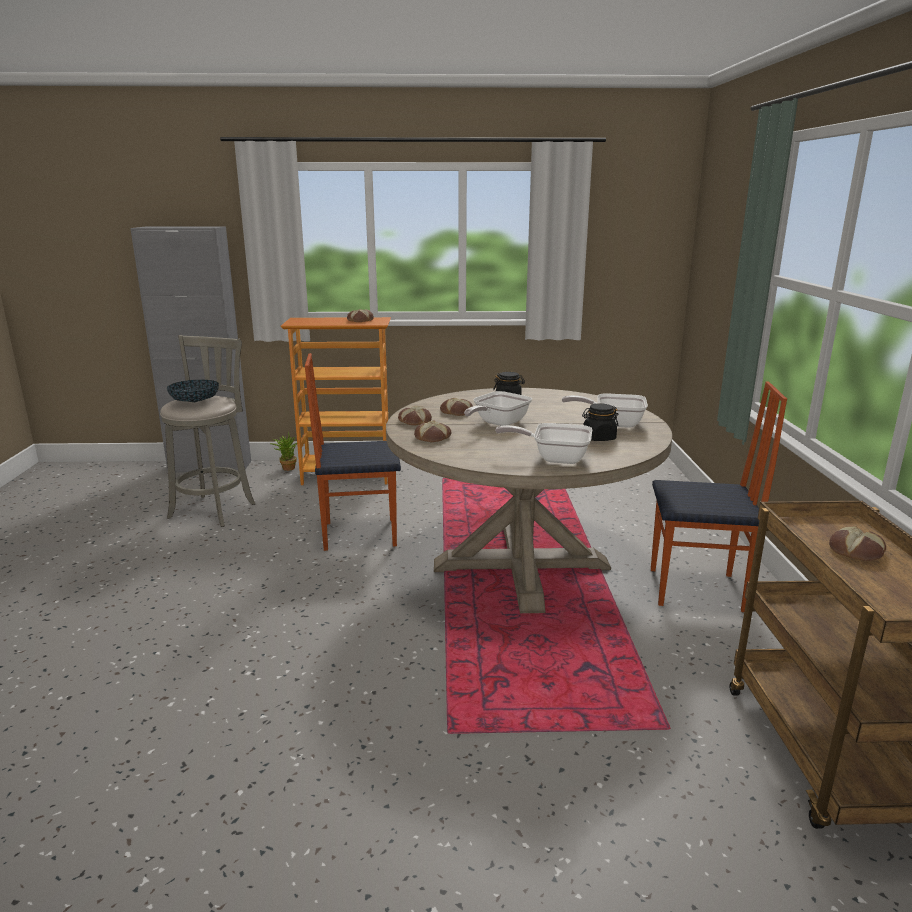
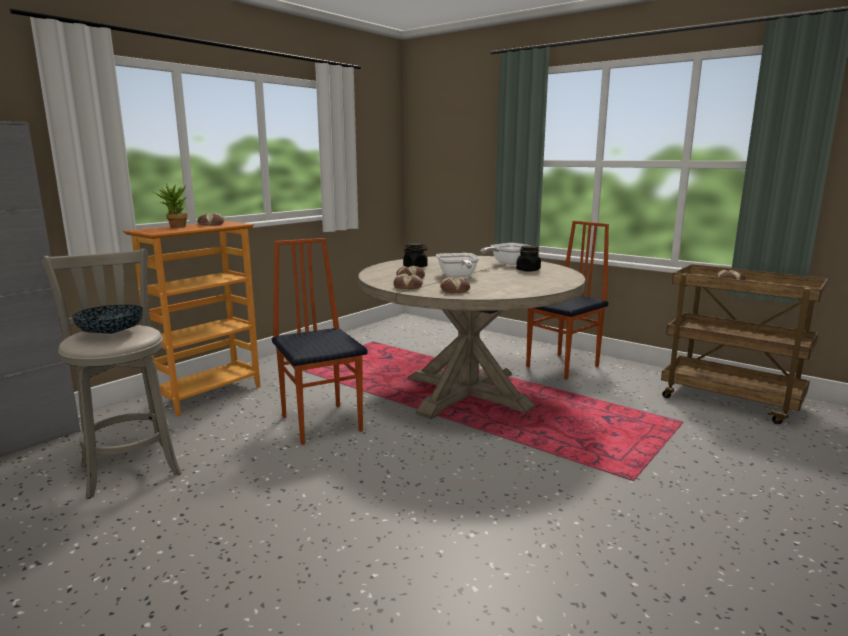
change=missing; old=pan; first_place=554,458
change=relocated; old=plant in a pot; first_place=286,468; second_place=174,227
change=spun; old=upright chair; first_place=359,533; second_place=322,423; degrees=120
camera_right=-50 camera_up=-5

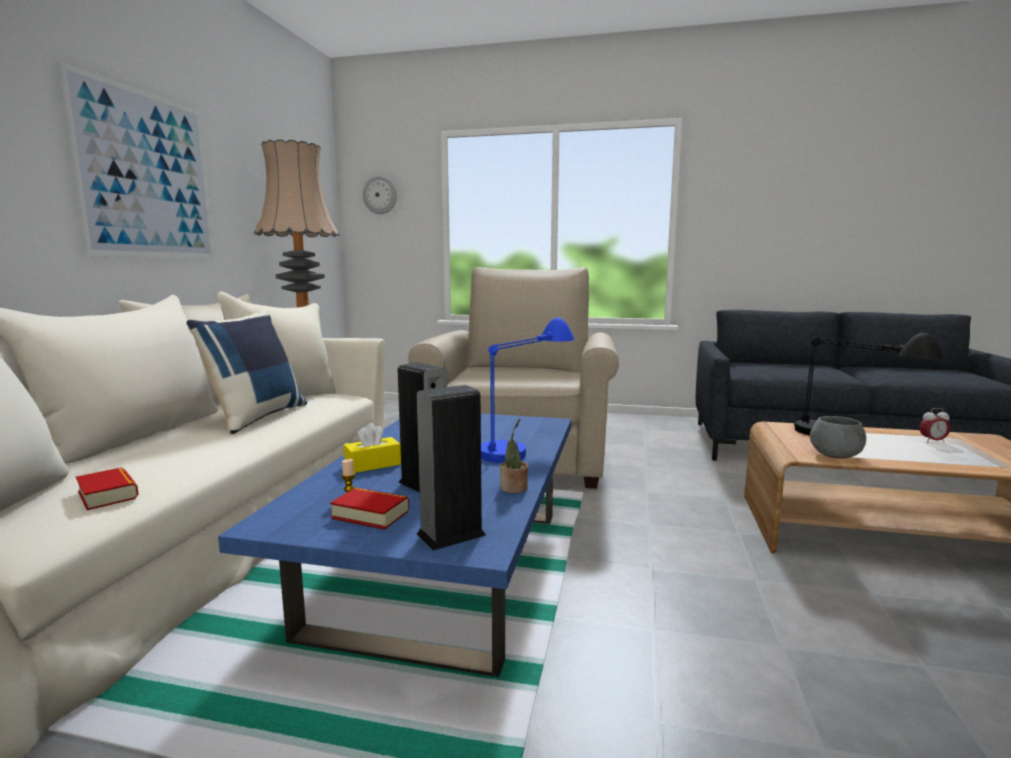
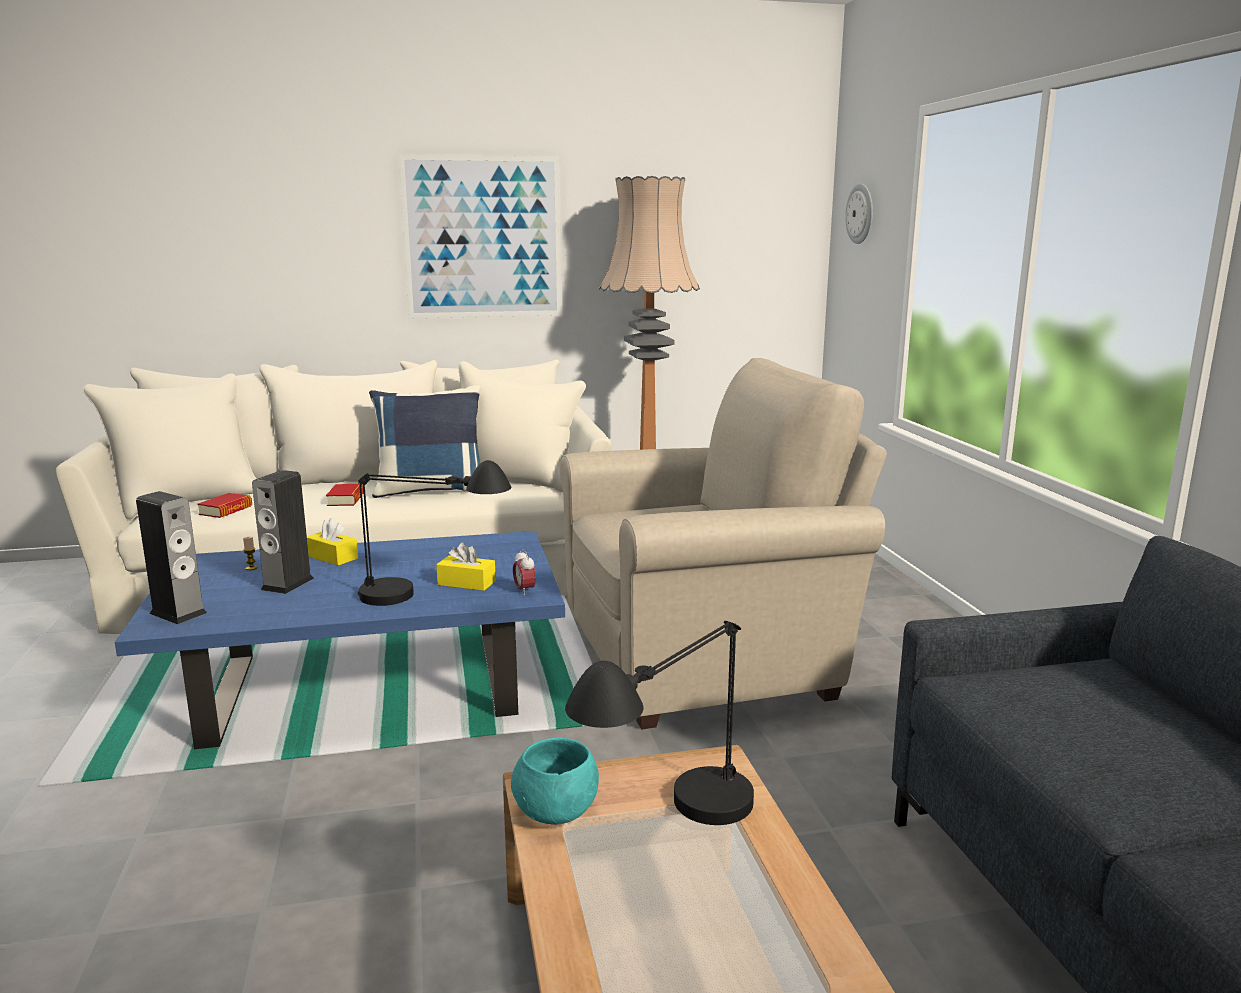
change=missing; old=plant in a pot; first_place=514,488
change=appeared; new=box of tissues in yellowish; second_place=466,583
change=relocated; old=bound book; first_place=370,514; second_place=346,499
change=relocated; old=bedside clock; first_place=932,441; second_place=524,590
change=colour; old=lamp for a table in bluish; new=lamp for a table in black; first_place=526,444; second_place=431,599
change=colour; old=deep dish in greyish; new=deep dish in turquoise-coloured; first_place=835,456; second_place=555,813
camera_right=65 camera_up=5

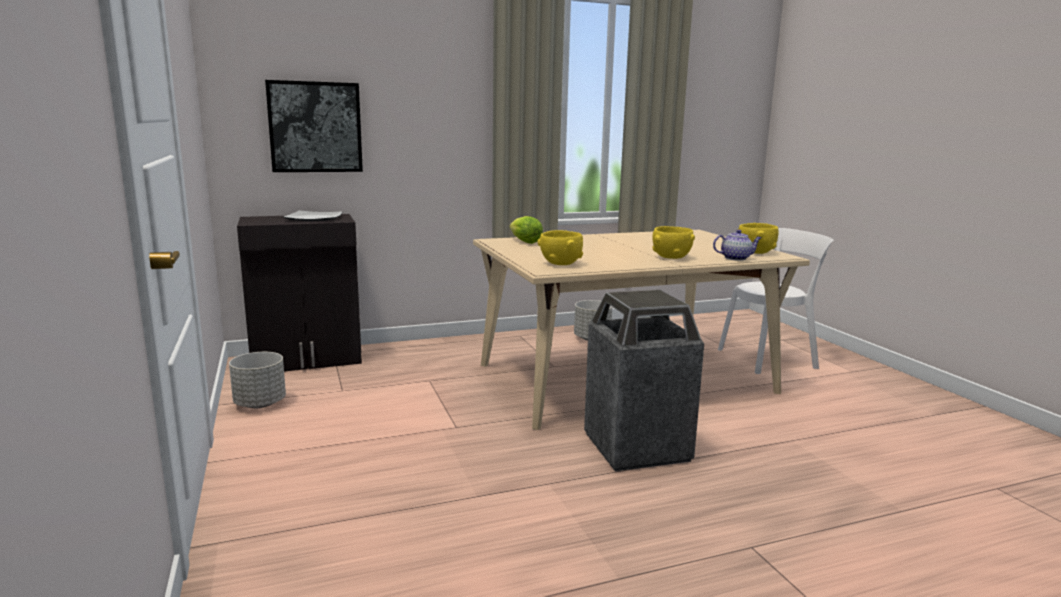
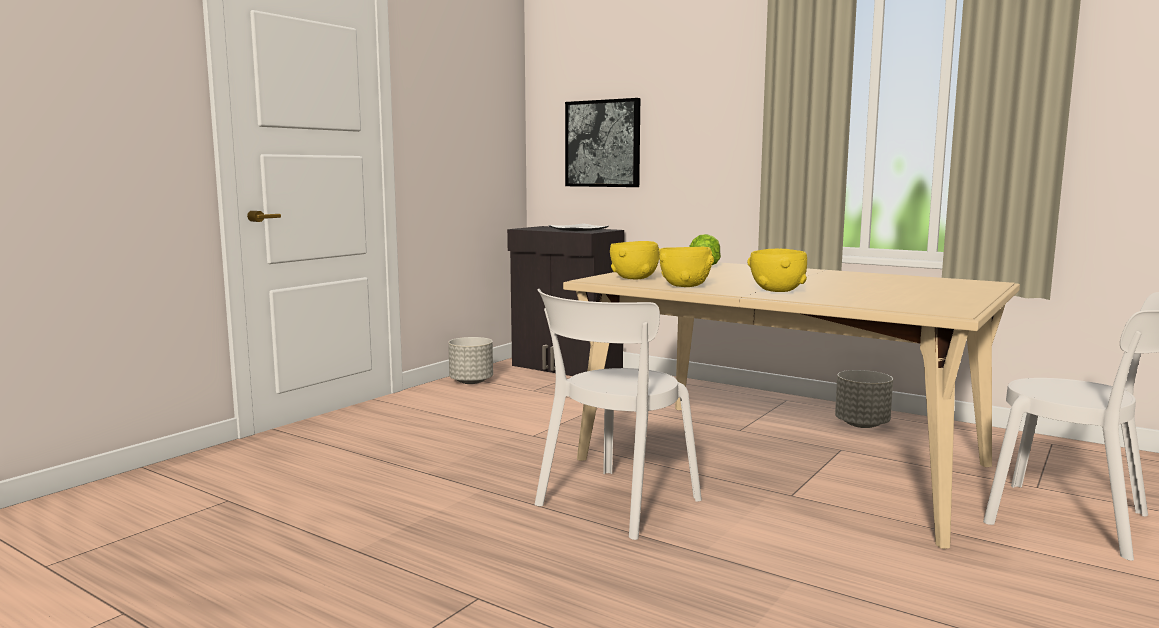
change=missing; old=tea pot; first_place=736,258
change=relocated; old=deep dish in yellowish; first_place=756,252; second_place=685,286
change=exchanged; old=waste bin; new=upright chair in whitish; first_place=636,447; second_place=614,504
camera_right=55 camera_up=-5

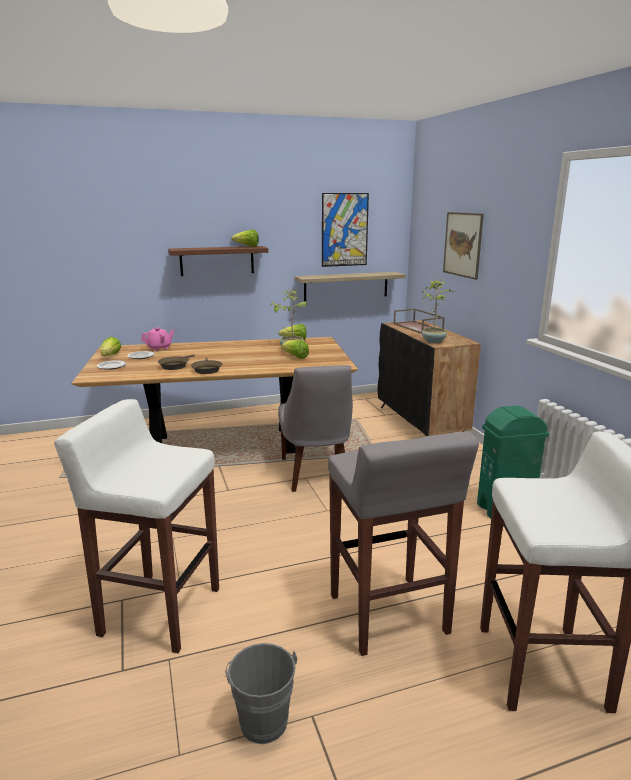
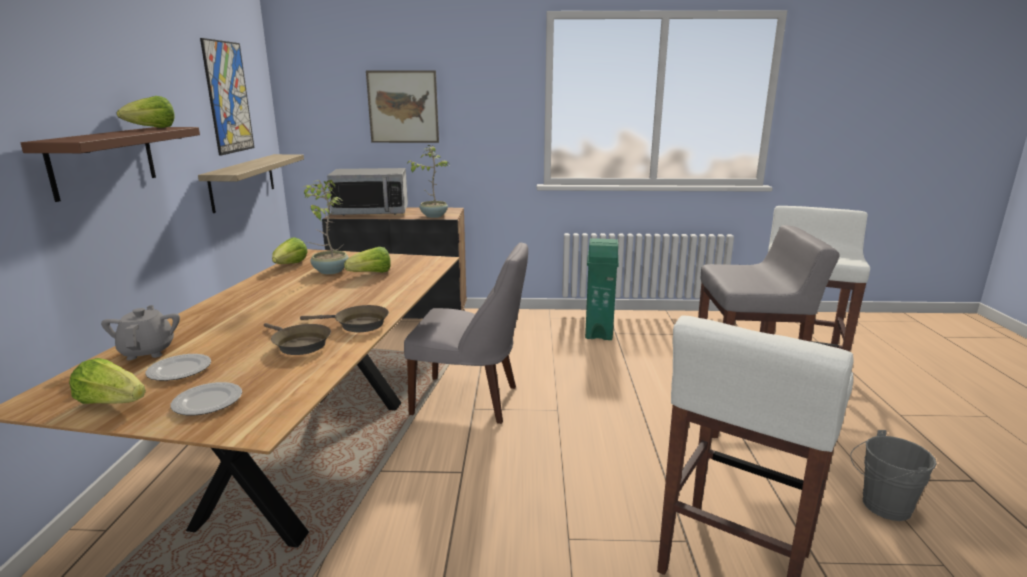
change=exchanged; old=serving tray in brownish; new=kitchen microwave; first_place=418,327; second_place=371,212
change=colour; old=tea pot in pink; new=tea pot in greyish; first_place=159,348; second_place=148,351
camera_right=-70 camera_up=0

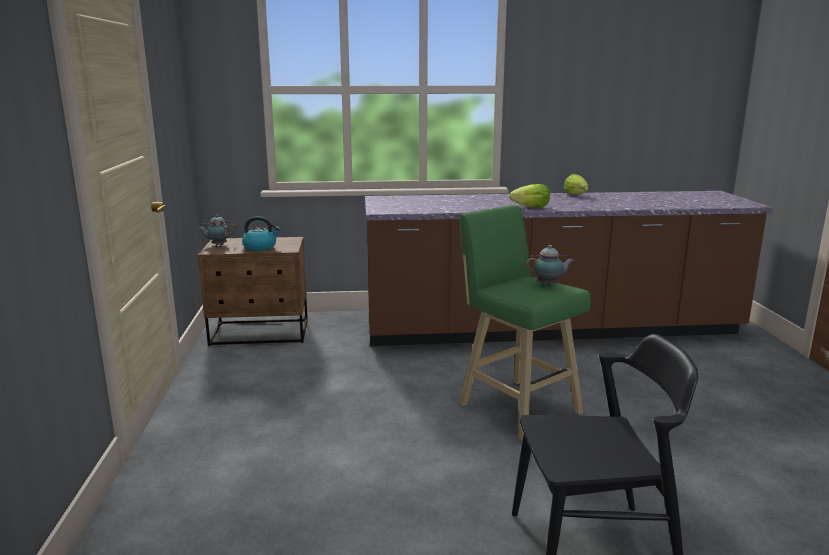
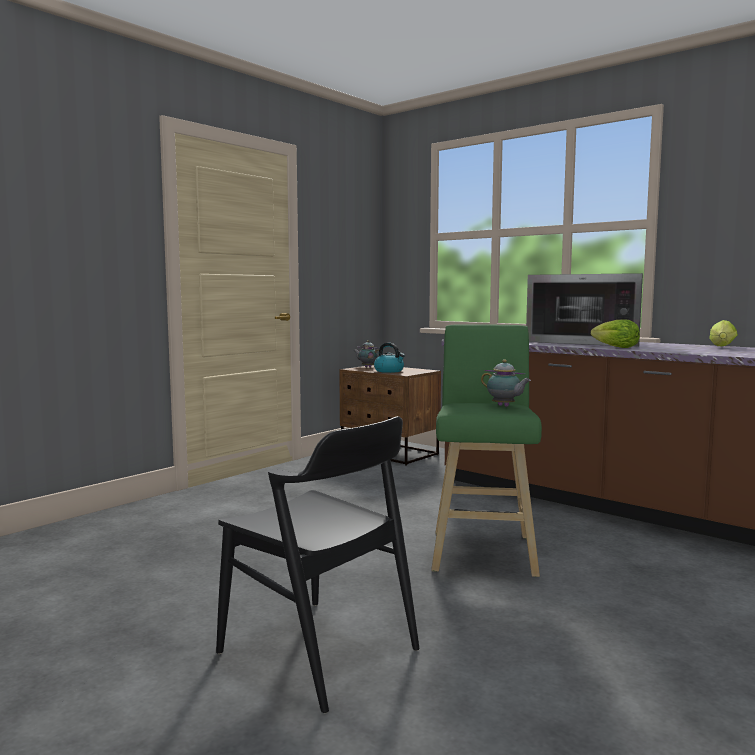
change=appeared; new=kitchen microwave; second_place=587,342
camera_right=45 camera_up=-10

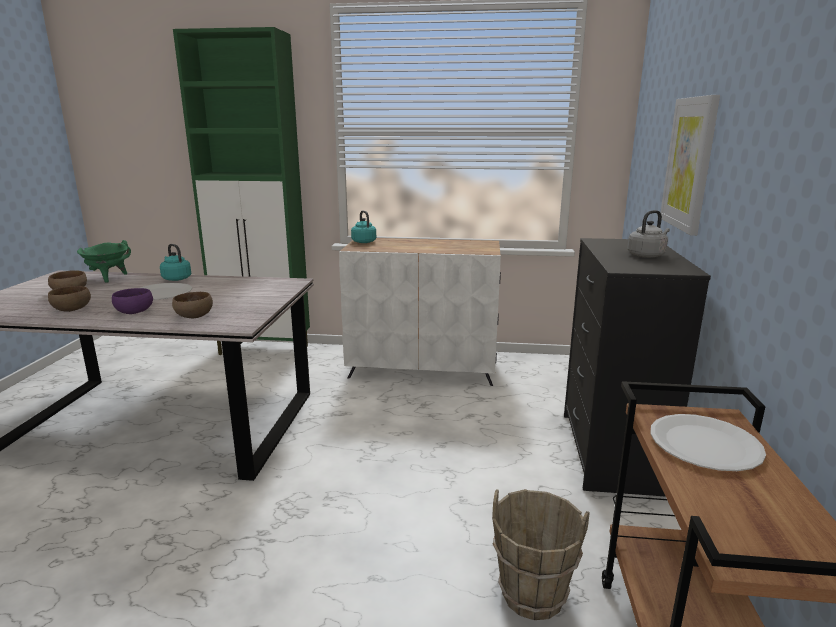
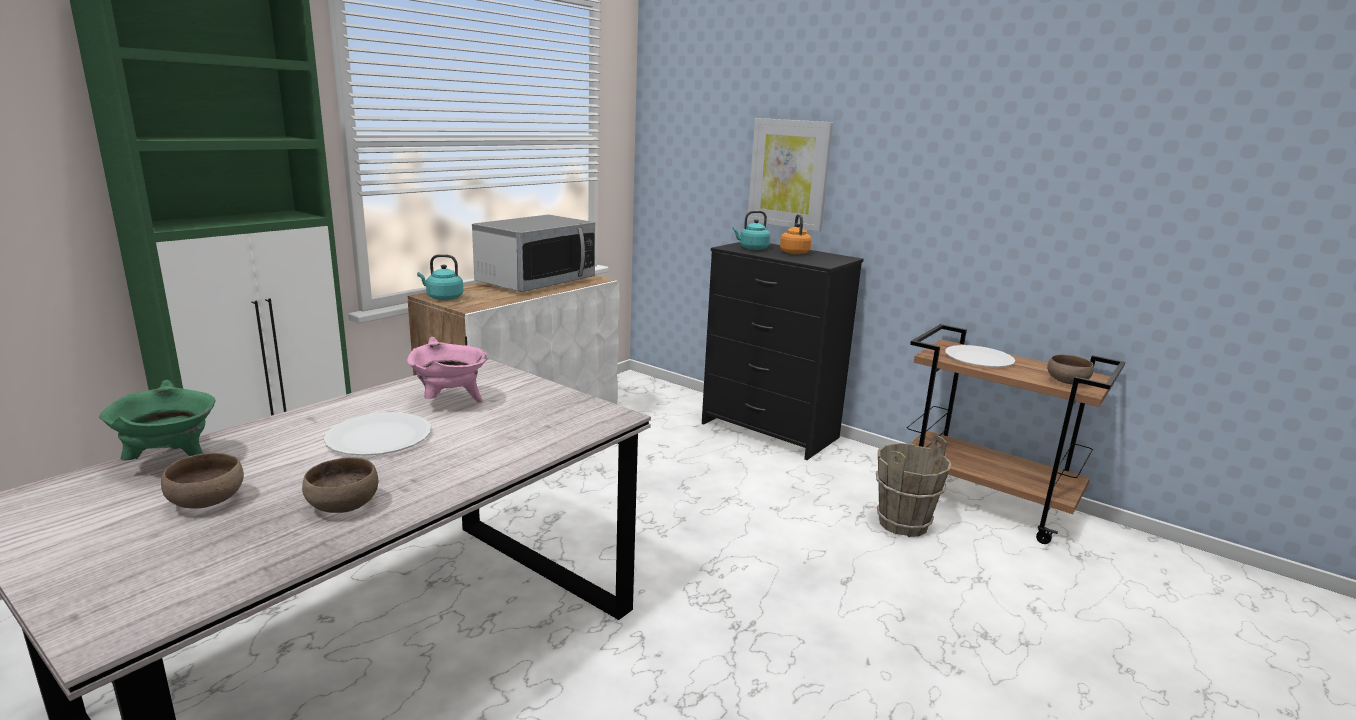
change=missing; old=deep dish in purple; first_place=134,312
change=appeared; new=cooking pot in pink; second_place=450,402
change=appeared; new=kitchen microwave; second_place=536,282
change=relocated; old=kettle in turquoise-coloured; first_place=176,278; second_place=752,248
change=relocated; old=deep dish in brownish; first_place=193,316; second_place=1067,382
change=colour; old=kettle in greyish; new=kettle in orangey; first_place=647,255; second_place=794,252
camera_right=-60 camera_up=0

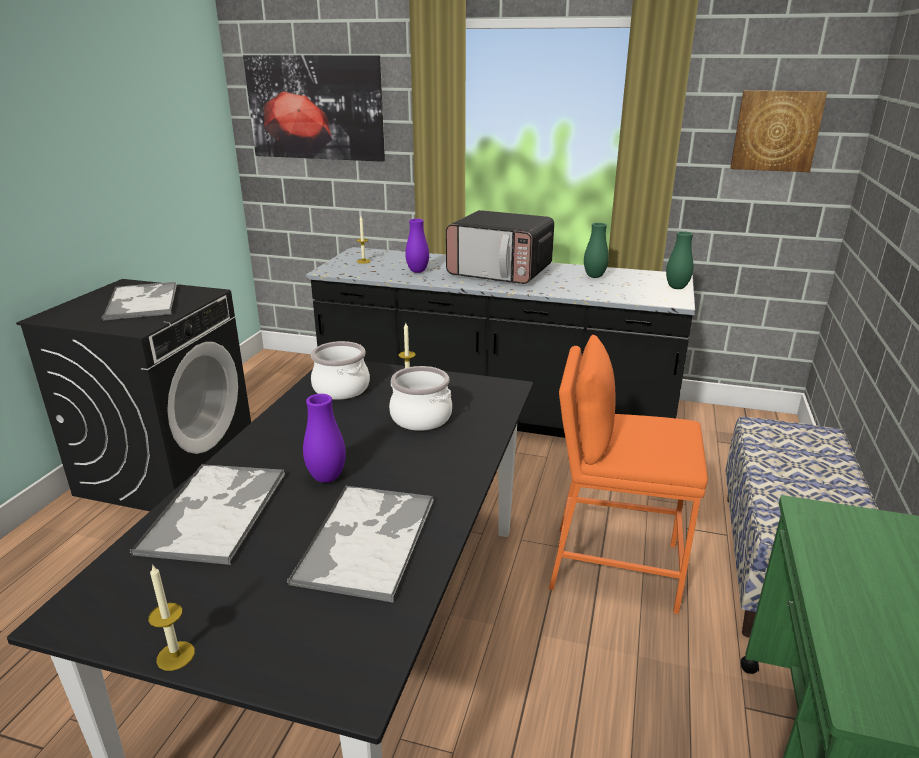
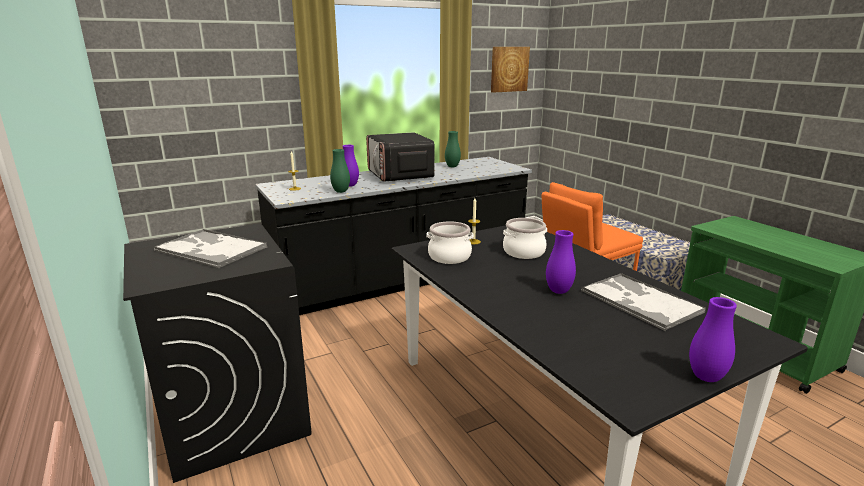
change=missing; old=serving tray; first_place=215,511
change=missing; old=picture; first_place=315,108
change=relocated; old=vase in green; first_place=677,287; second_place=341,191
change=exchanged; old=wax light; new=vase in purple; first_place=175,656; second_place=706,377
change=spun; old=kitchen microwave; first_place=500,272; second_place=400,175; degrees=90
camera_right=-45 camera_up=-5

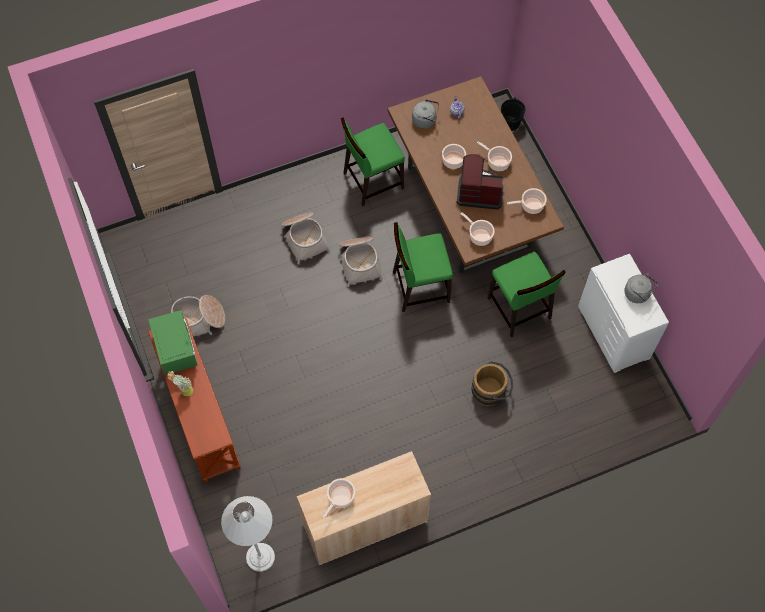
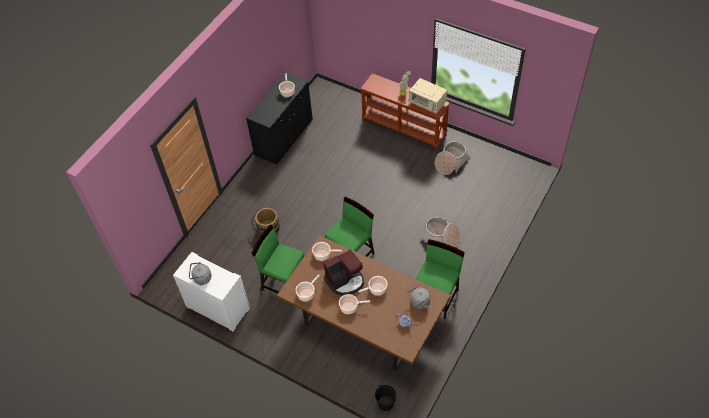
change=missing; old=standing lamp in whitish; first_place=260,557
change=missing; old=basket; first_place=360,262
change=colour; old=kitchen microwave in green; new=kitchen microwave in beige; first_place=176,349; second_place=427,104
change=colour; old=cupboard in beige; new=cupboard in black; first_place=365,522; second_place=284,137
camera_right=145 camera_up=-10

